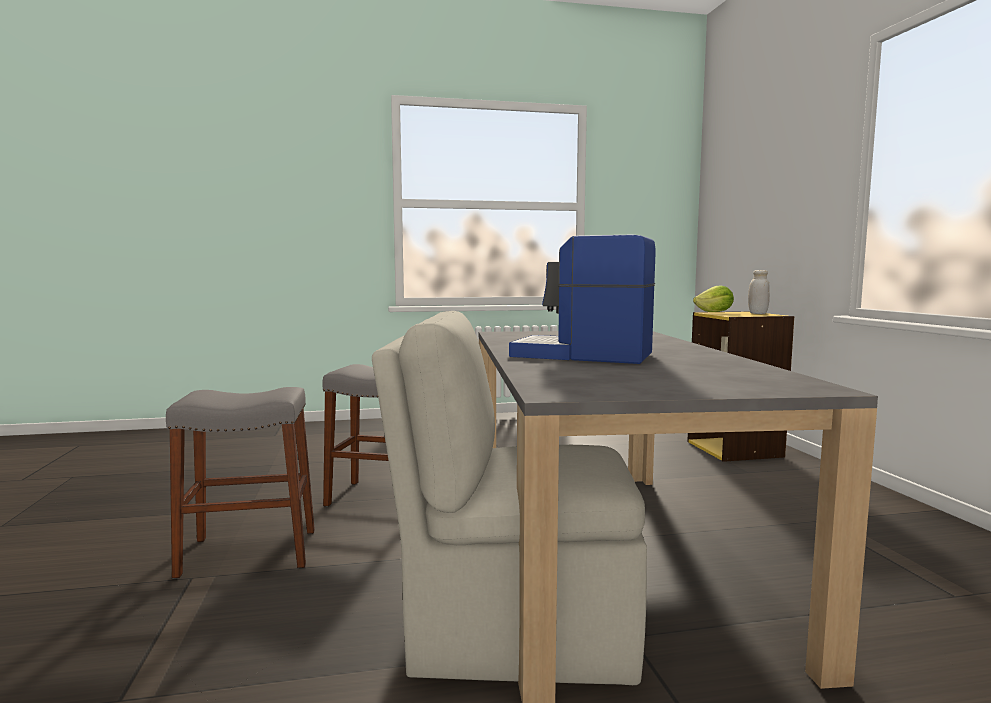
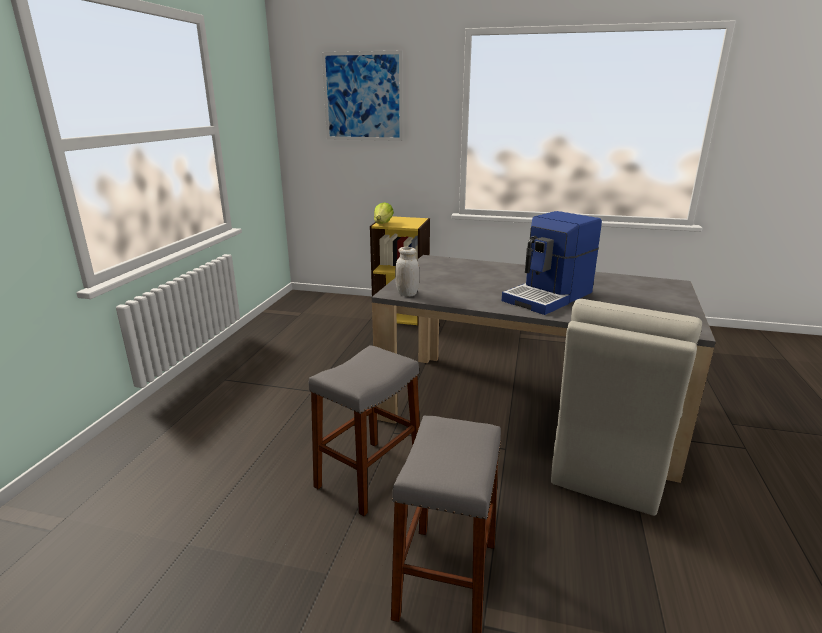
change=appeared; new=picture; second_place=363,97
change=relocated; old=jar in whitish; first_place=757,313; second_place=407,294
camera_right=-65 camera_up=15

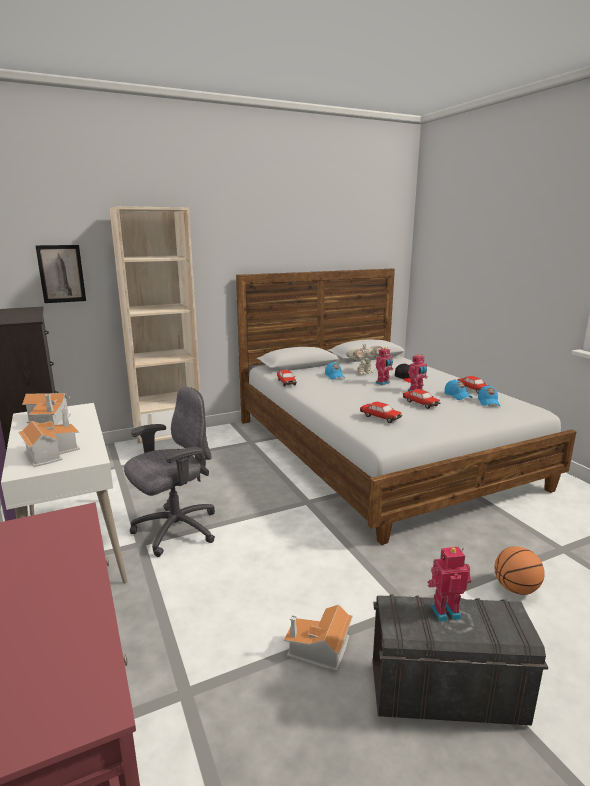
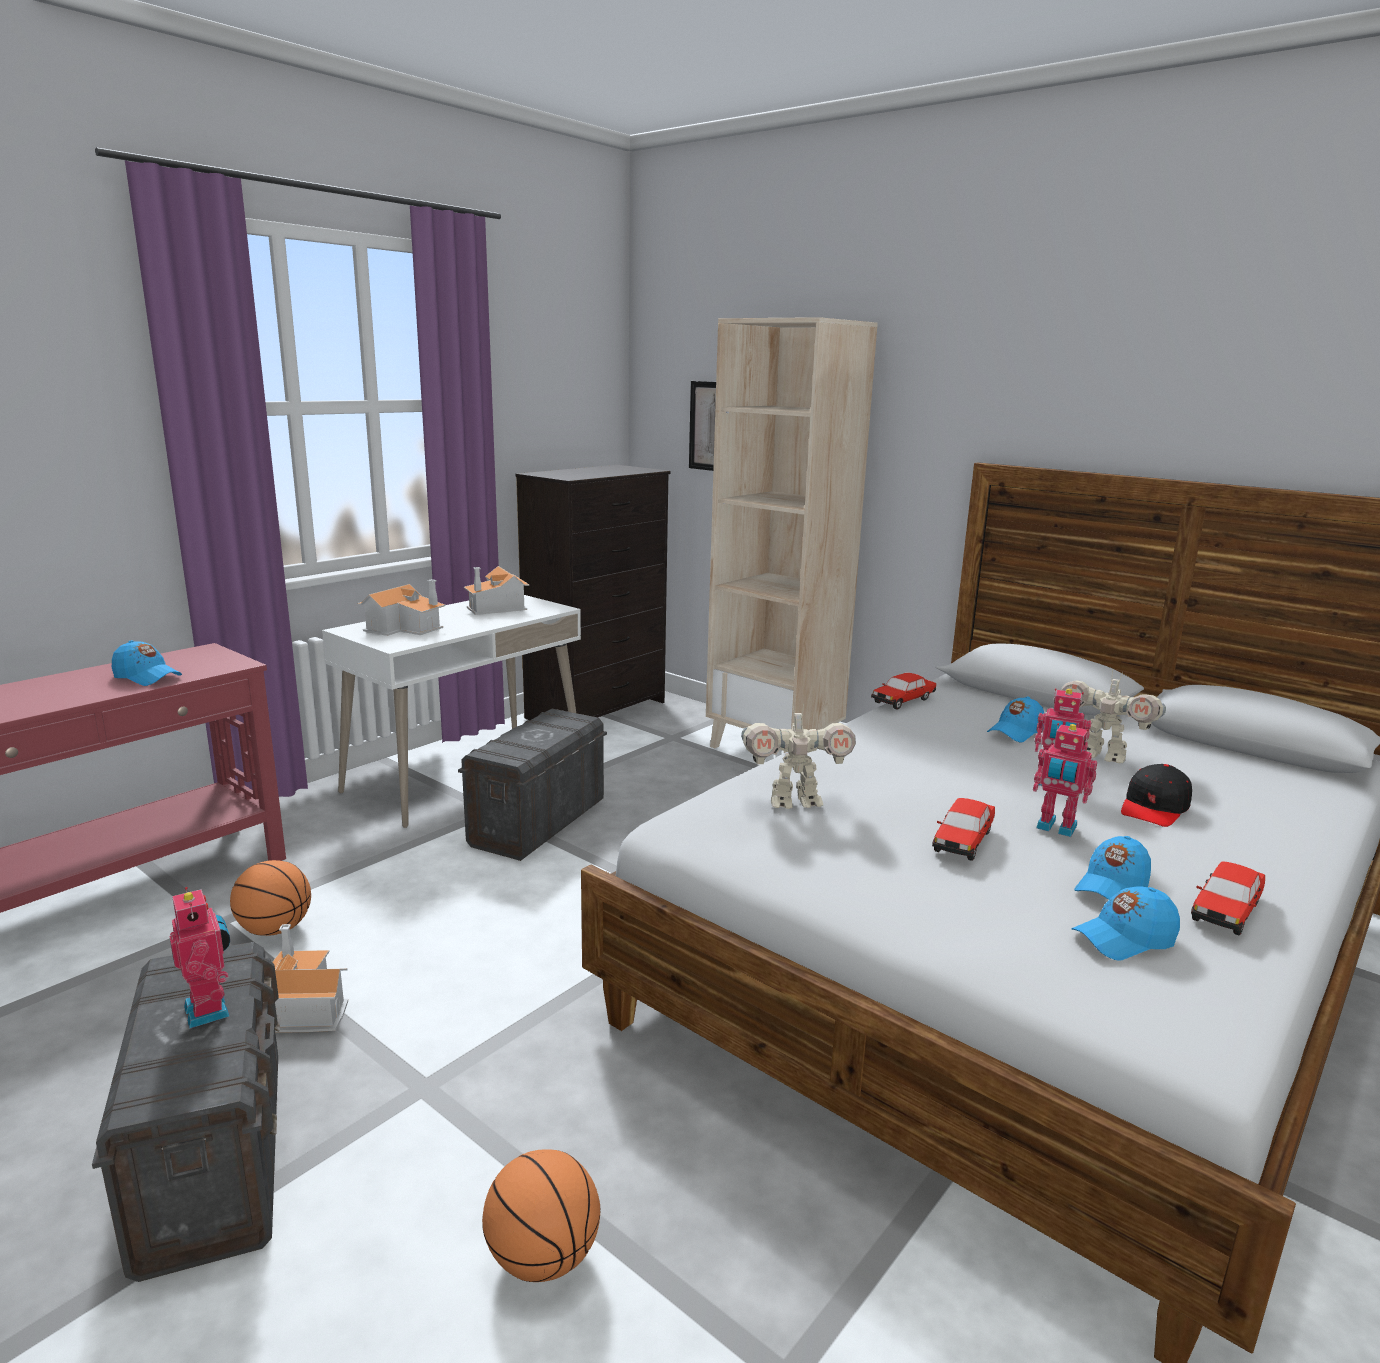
change=appeared; new=cap in bluish; second_place=147,677
change=appeared; new=basketball; second_place=275,930
change=exchanged; old=computer chair in greyish; new=storage box in greyish; first_place=175,530; second_place=537,823
change=exchanged; old=miniature car; new=robot figure; first_place=380,417; second_place=794,801
camera_right=65 camera_up=0

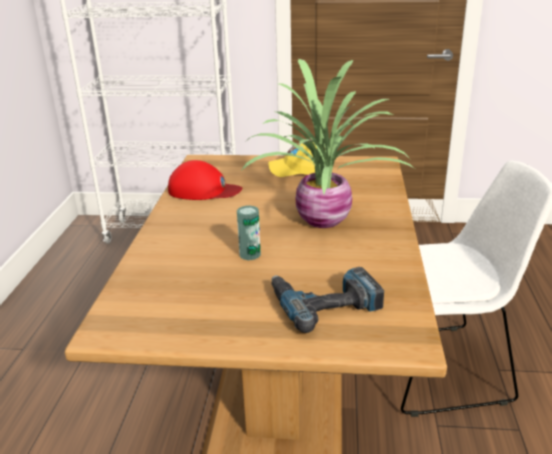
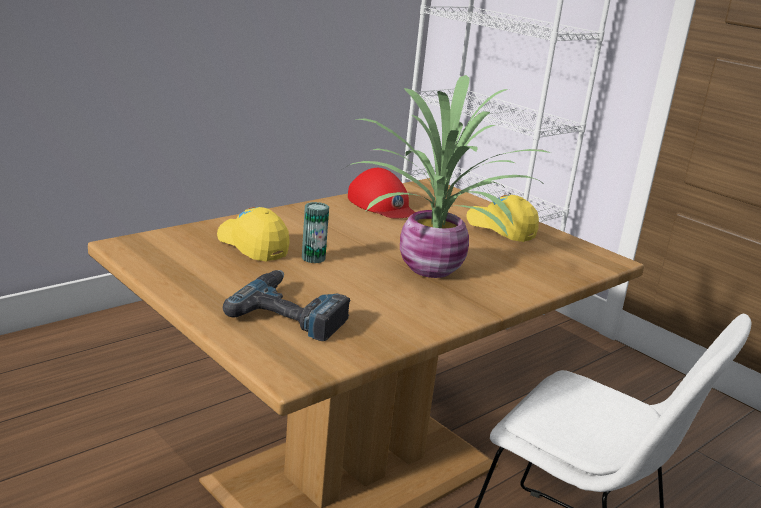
change=appeared; new=cap in yellowish; second_place=253,245
camera_right=40 camera_up=-5

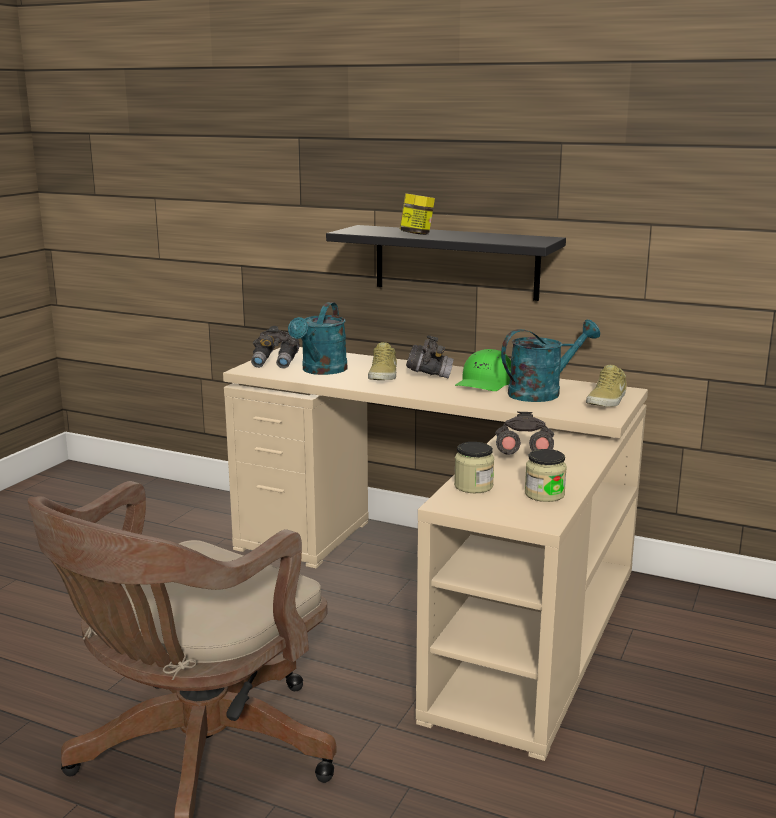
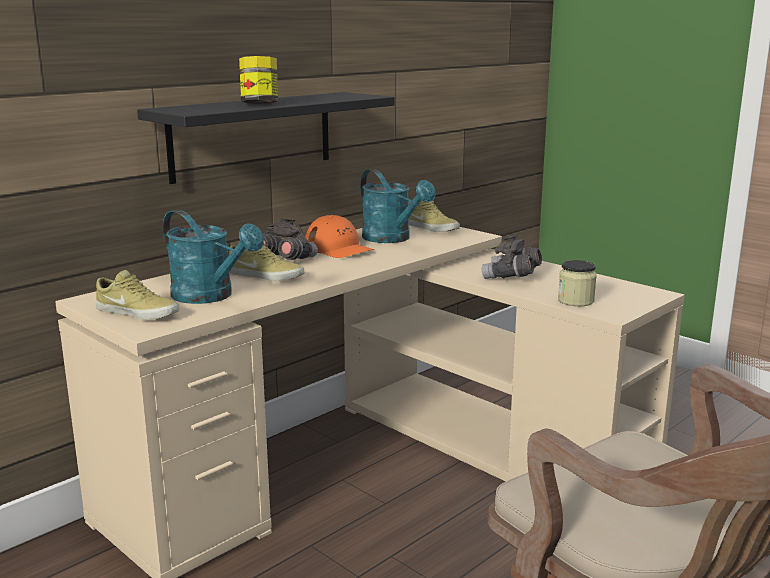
change=missing; old=jar; first_place=544,494
change=exchanged; old=pair of binoculars in greyish; new=item of footwear in beige; first_place=276,363; second_place=139,312
change=colour; old=cap in green; new=cap in orangey; first_place=485,382; second_place=339,248
change=spun; old=watering can in turquoise-coloured; first_place=542,392; second_place=392,239; degrees=150
camera_right=-70 camera_up=0

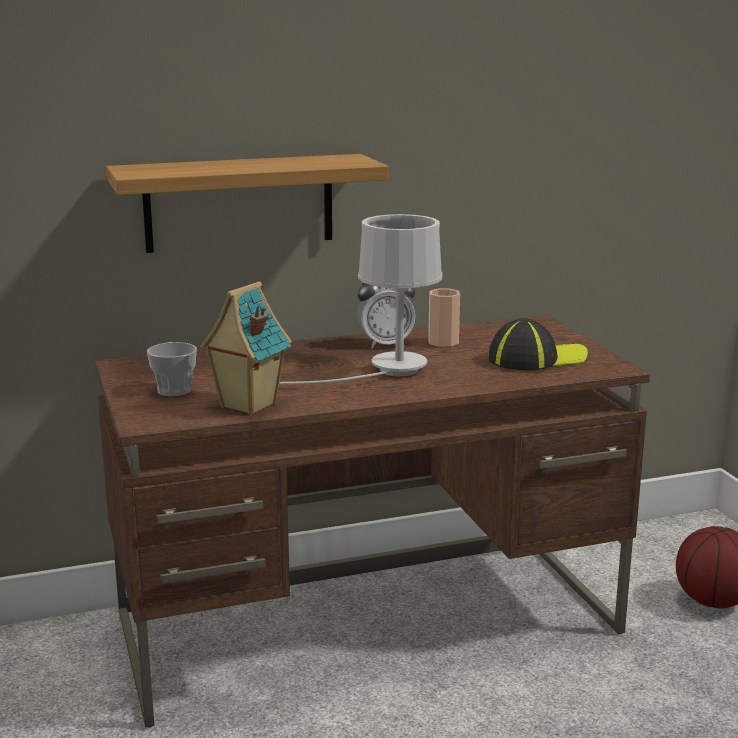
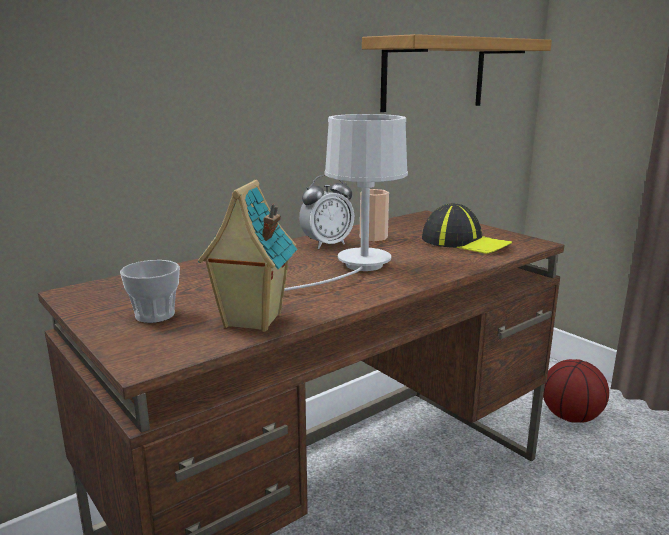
change=relocated; old=wall shelf; first_place=239,203; second_place=434,74
change=spun; old=cap; first_place=536,359; second_place=465,242; degrees=75
camera_right=-20 camera_up=0

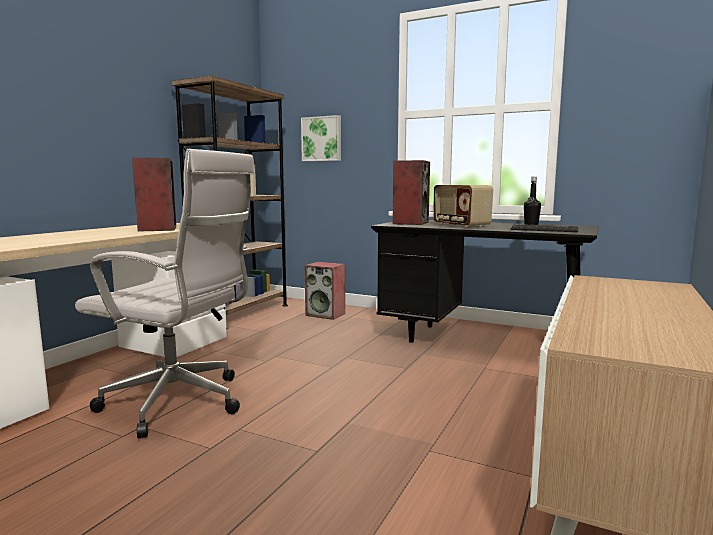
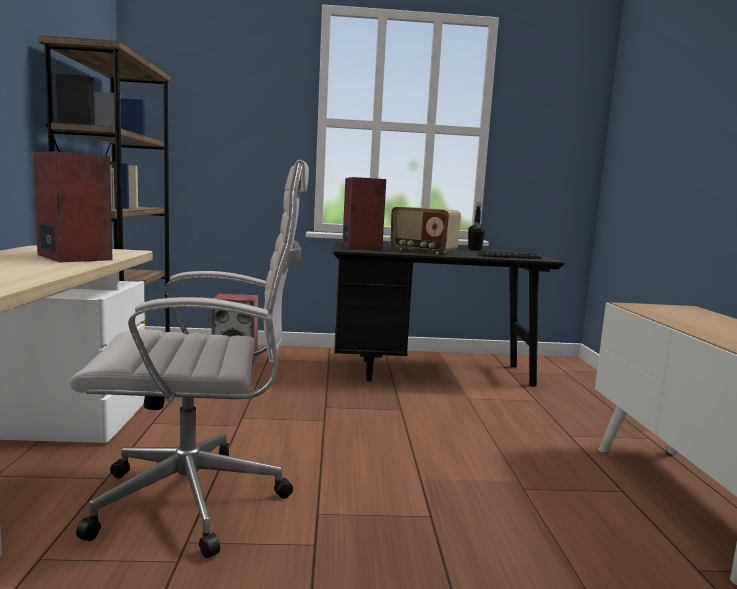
change=missing; old=picture; first_place=322,139
camera_right=-30 camera_up=0

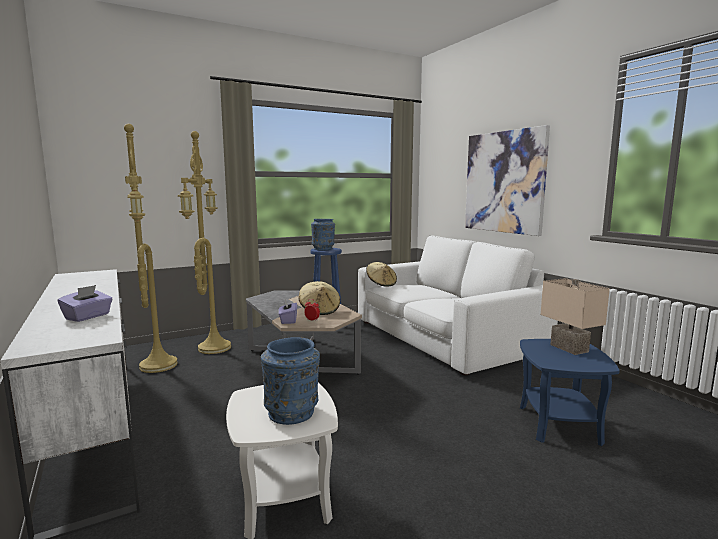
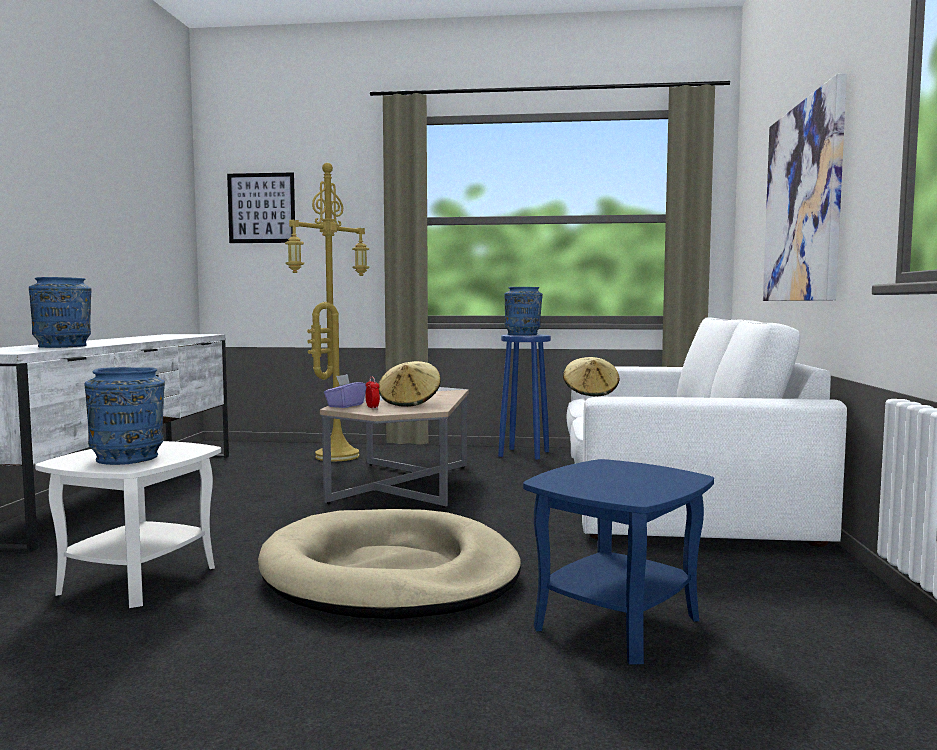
change=missing; old=standing lamp in yellowish; first_place=156,365
change=missing; old=lamp for a table in beige; first_place=567,348
change=appeared; new=picture; second_place=261,208
change=appeared; new=dog cushion in beige; second_place=390,574
change=exchanged; old=box of tissues in purple; new=vase in bluish; first_place=88,317; second_place=63,346
camera_right=35 camera_up=-5

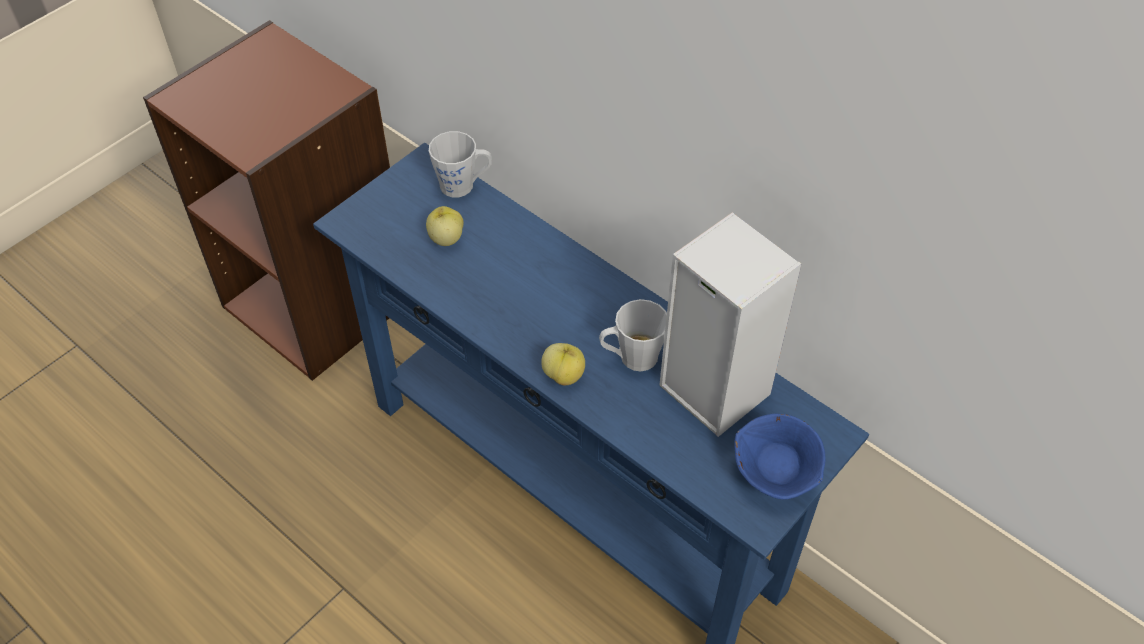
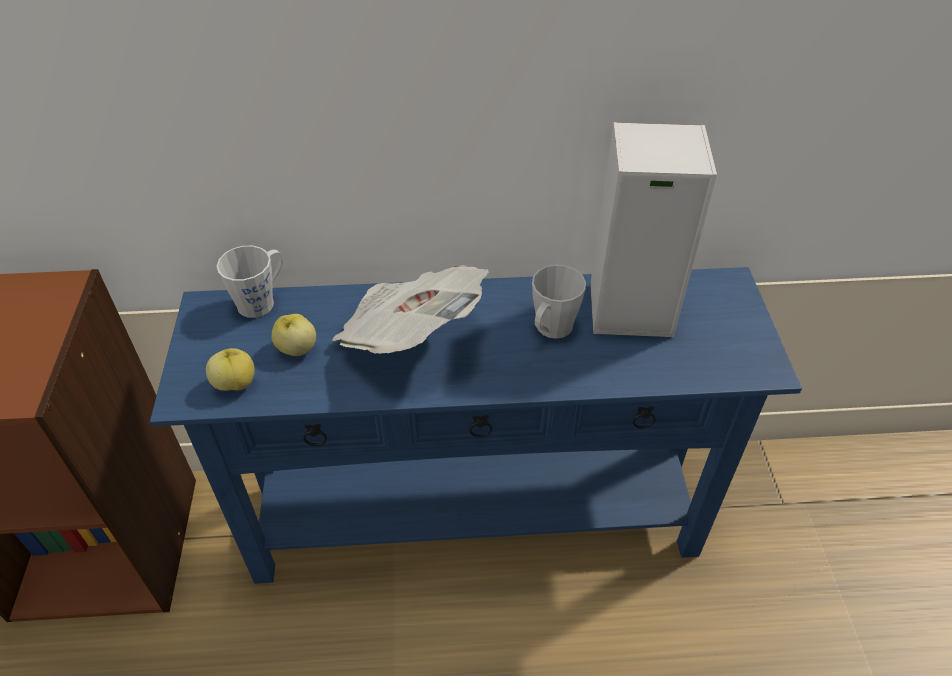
change=missing; old=deep dish in bluish; first_place=775,475
change=appeared; new=newspaper; second_place=410,334
change=relocated; old=apple fruit; first_place=564,375; second_place=235,383
camera_right=-45 camera_up=-5

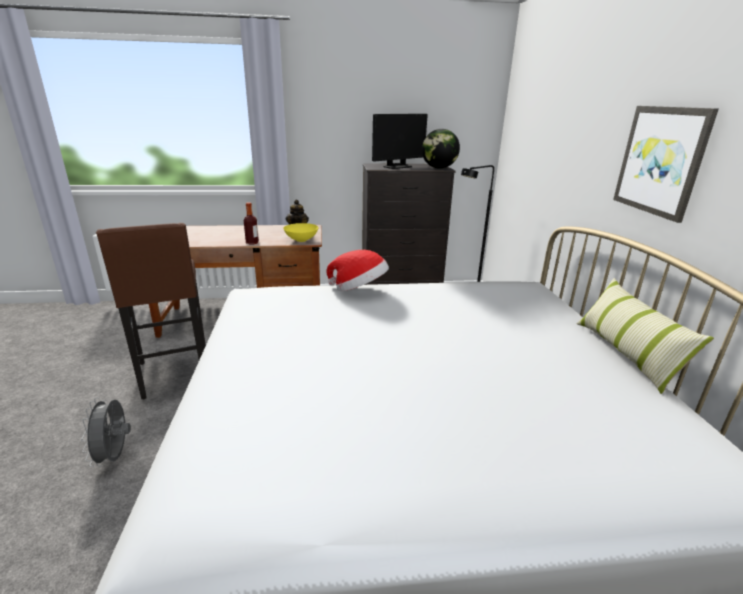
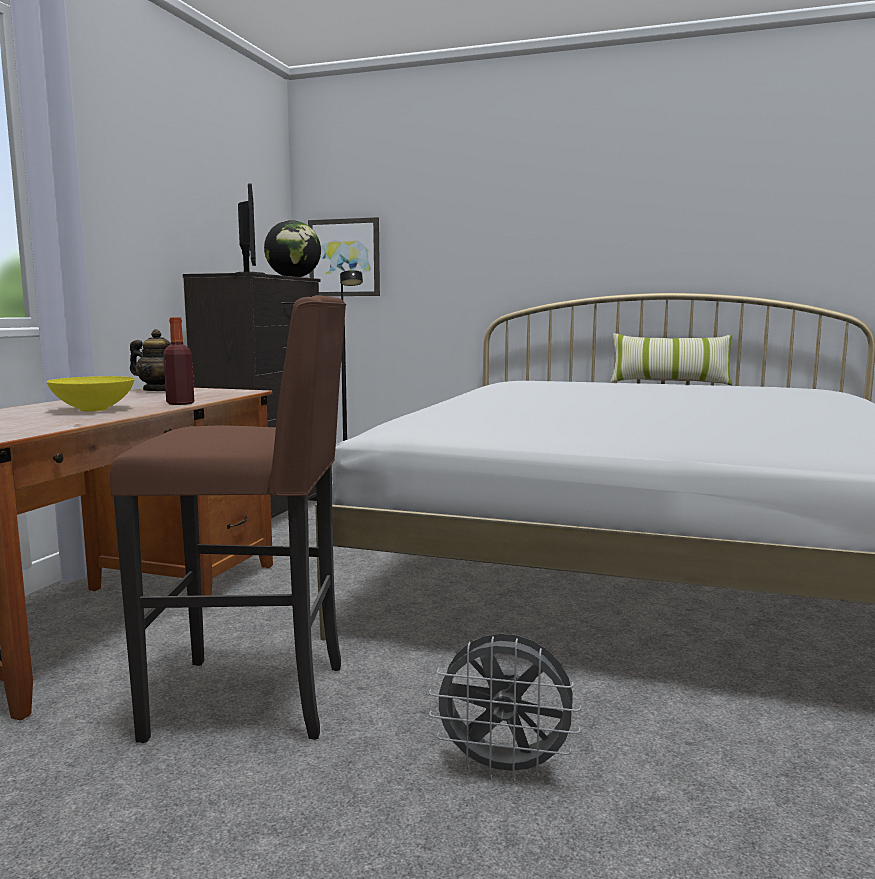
change=missing; old=clothing hat; first_place=359,289
change=relocated; old=deep dish in yellowish; first_place=302,240; second_place=95,409
change=relocated; old=picture; first_place=661,161; second_place=344,258
camera_right=-65 camera_up=-15

